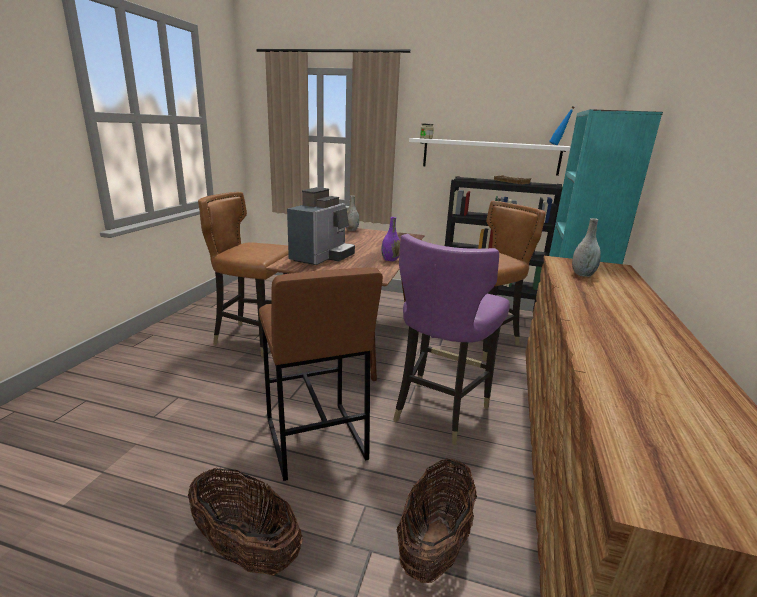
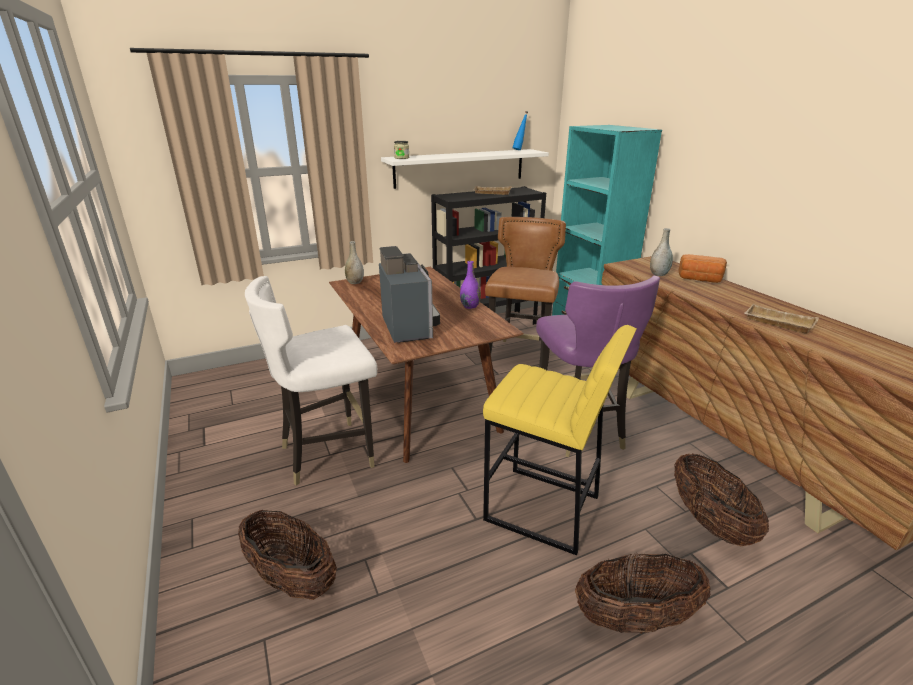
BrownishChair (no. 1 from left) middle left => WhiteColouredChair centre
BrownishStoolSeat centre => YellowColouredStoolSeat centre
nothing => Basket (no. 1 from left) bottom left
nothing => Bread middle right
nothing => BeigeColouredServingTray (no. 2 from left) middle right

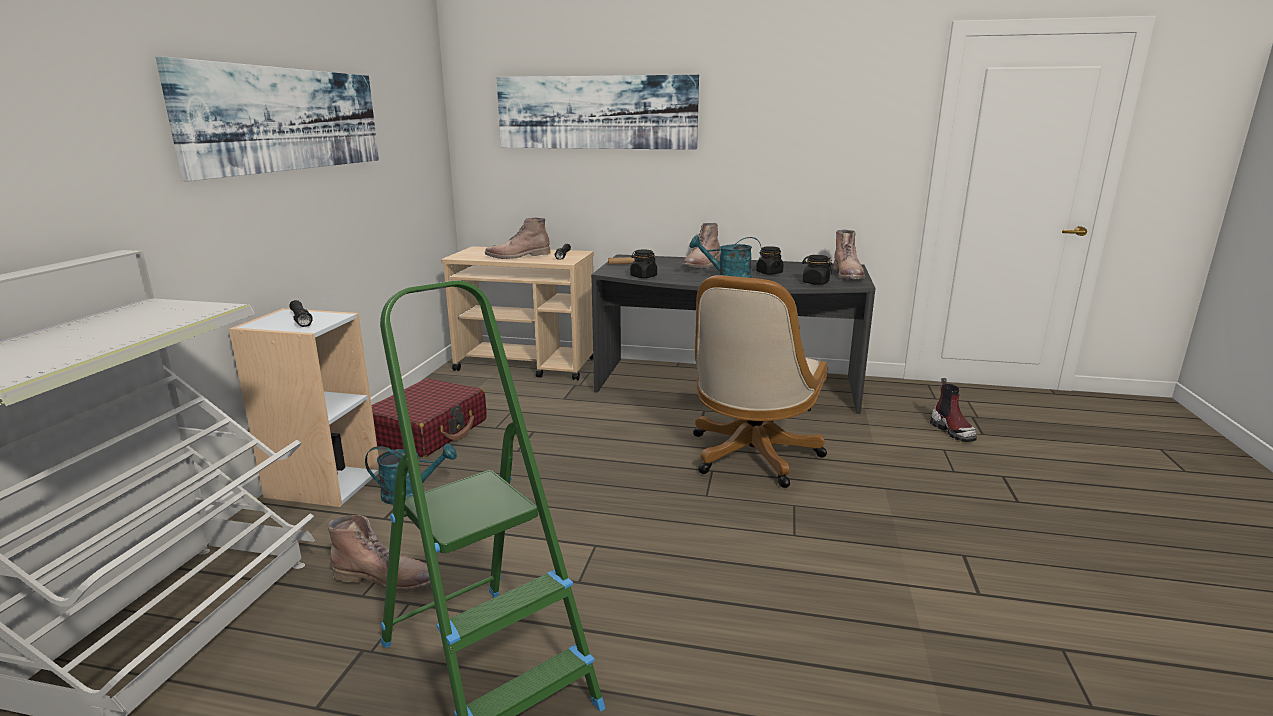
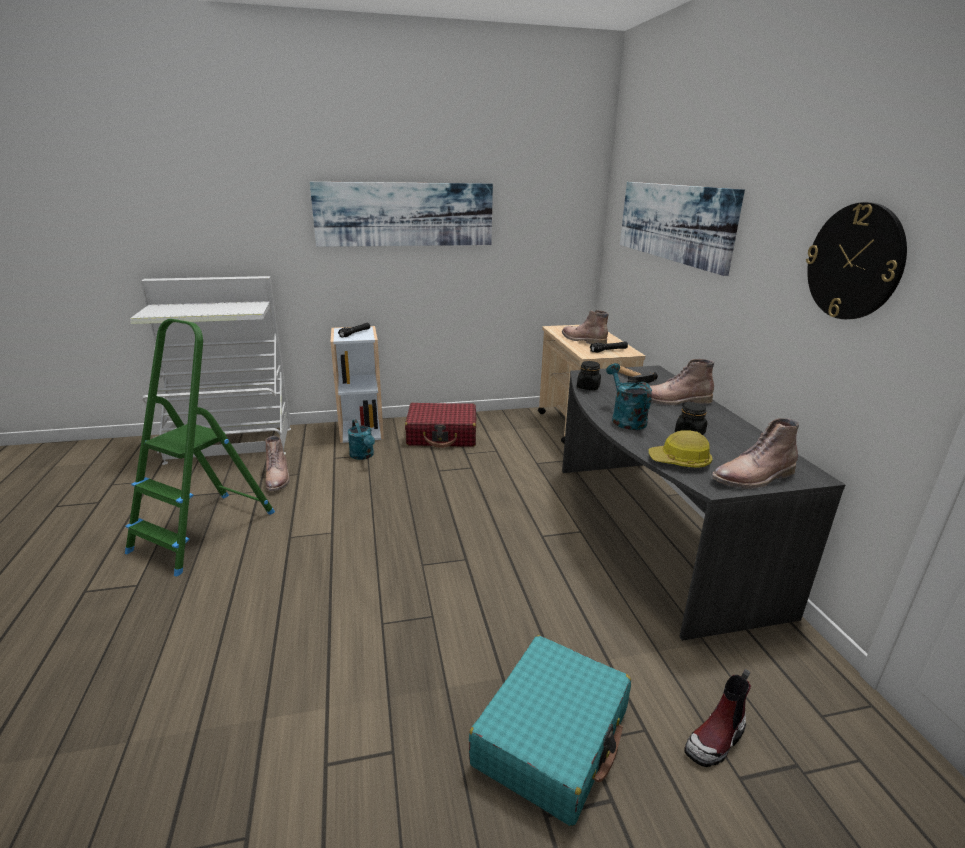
OfficeChair centre => nothing
BlackishStorageJar (no. 3 from left) centre => SafetyHelmet middle right
nothing => TurquoisePieceOfLuggage bottom centre
nothing => WallClock top right

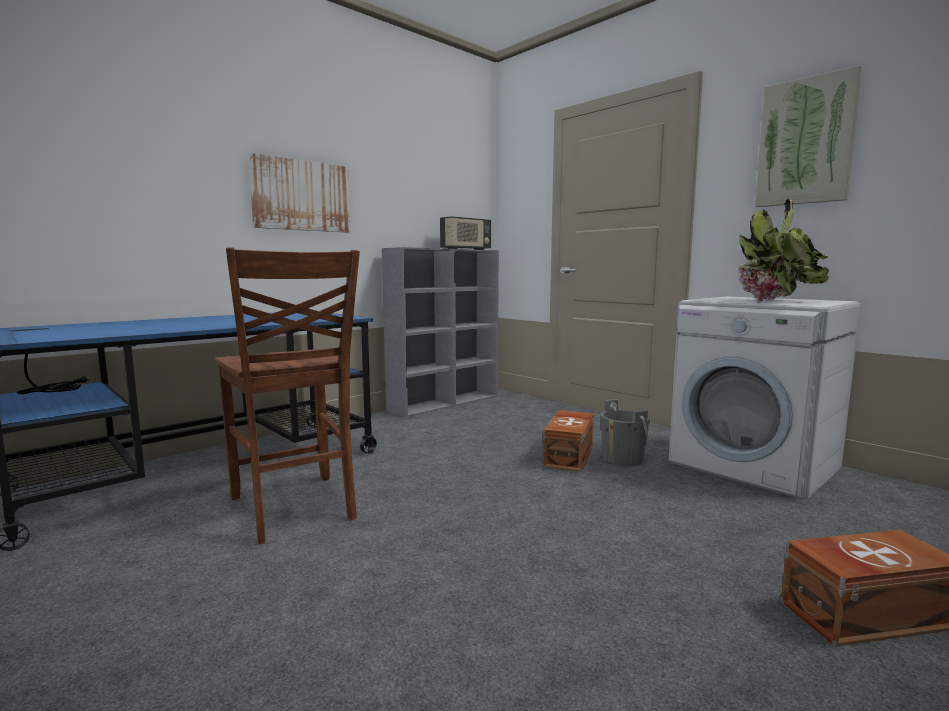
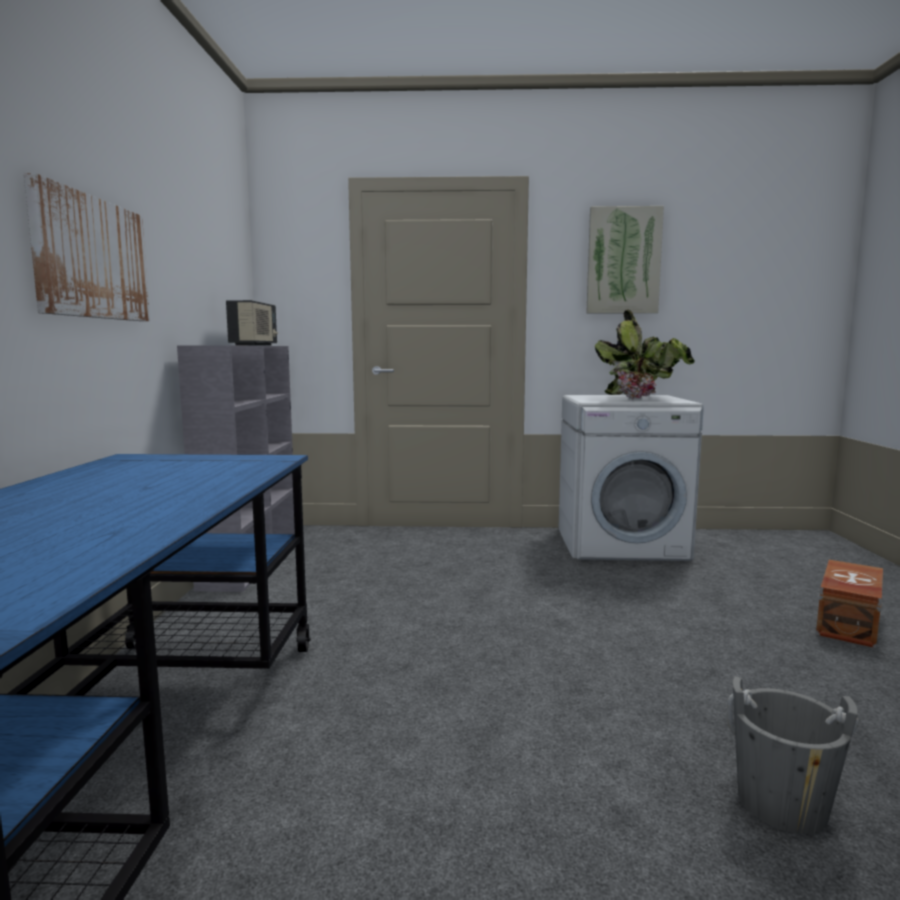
BrownishChair middle left => nothing
BrownishStorageBox (no. 1 from left) centre => nothing
GreyishBucket centre => GreyishBucket bottom right, shifted

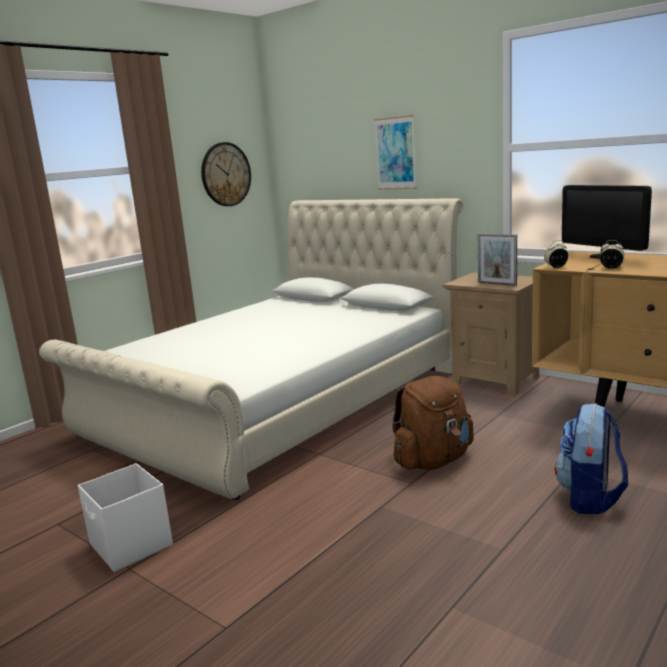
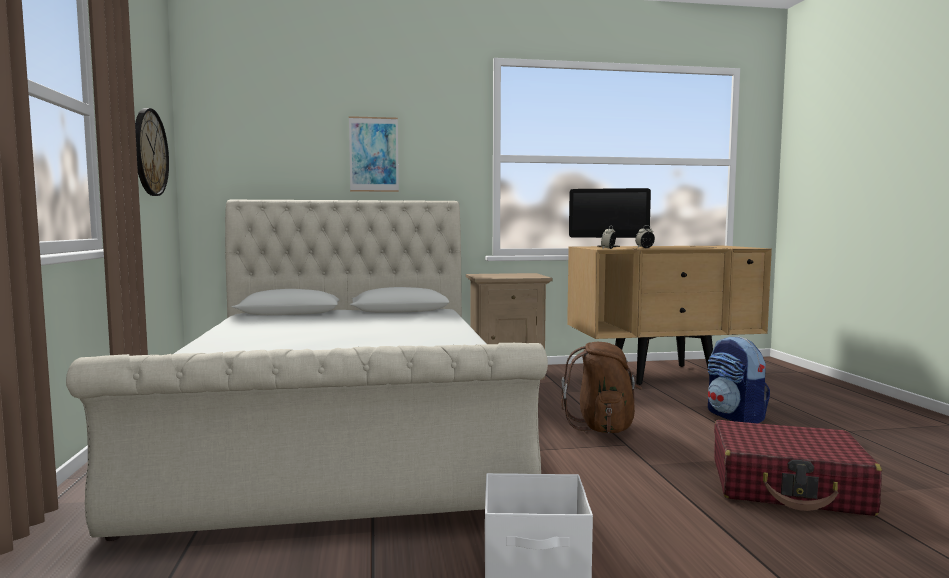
PictureFrame middle right => nothing
nothing => RedPieceOfLuggage bottom right

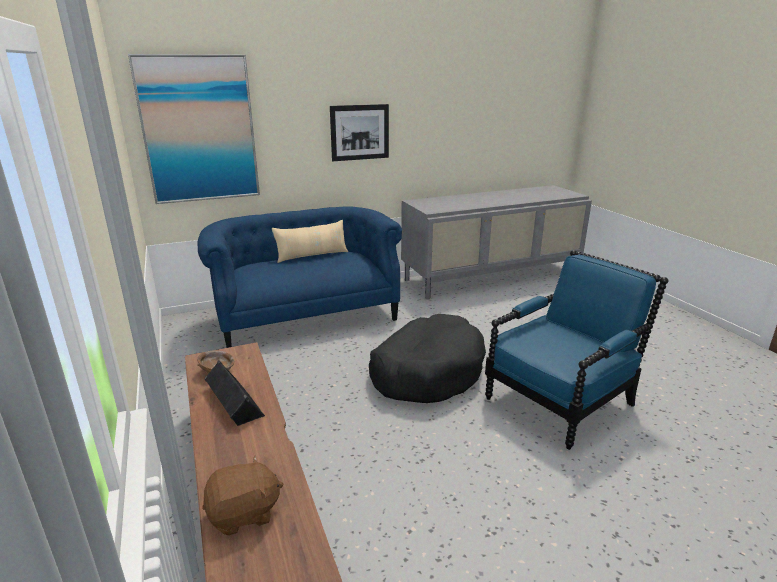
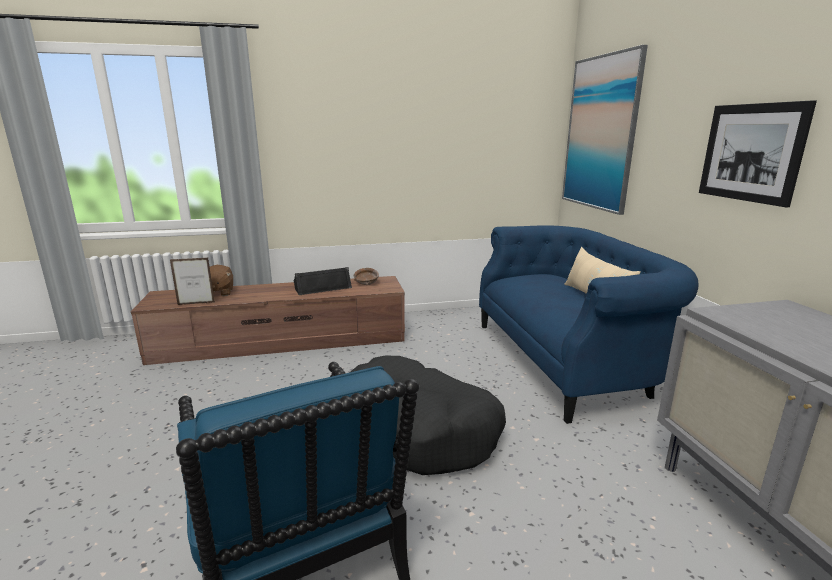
nothing => PictureFrame middle left

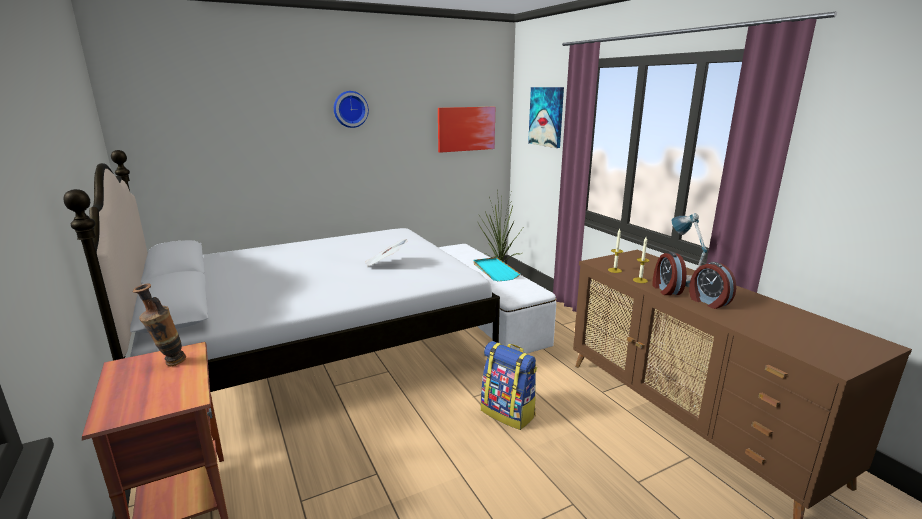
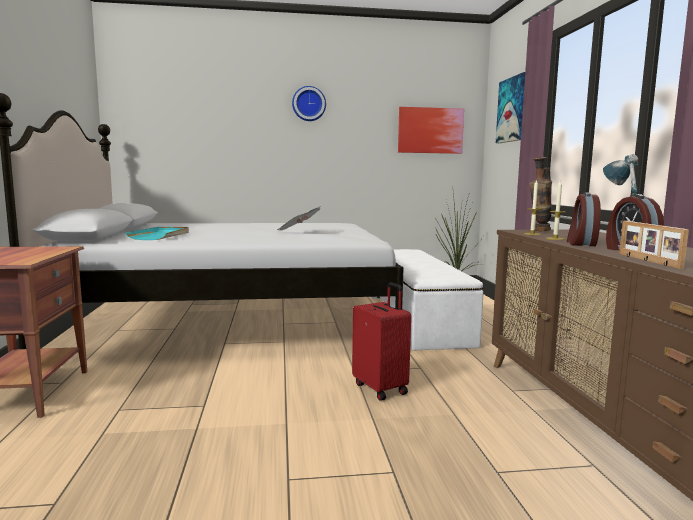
DecorativeVase middle left => DecorativeVase middle right, shifted
TurquoiseServingTray centre => TurquoiseServingTray middle left, shifted
Knapsack bottom centre => RedPieceOfLuggage centre
nothing => PictureFrame middle right

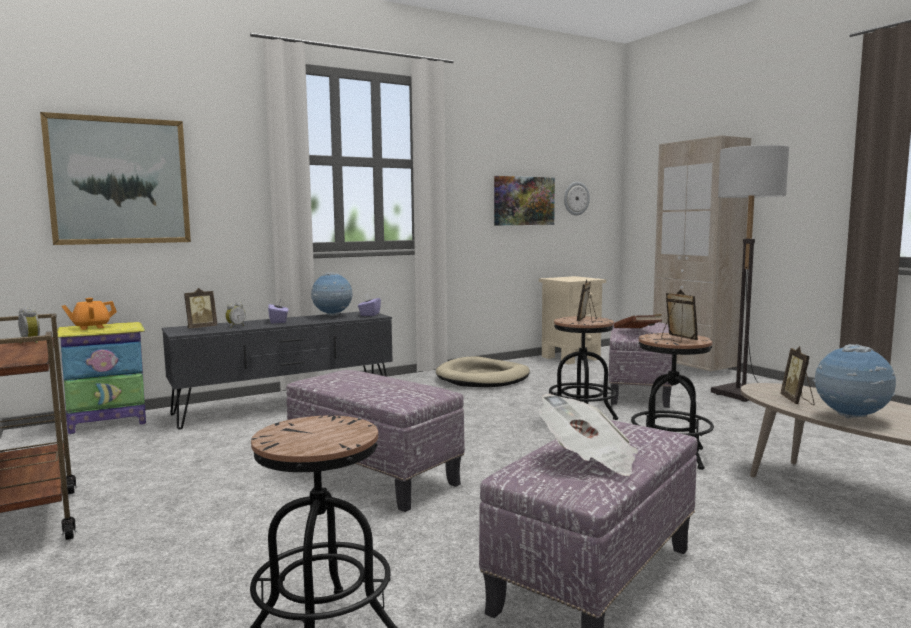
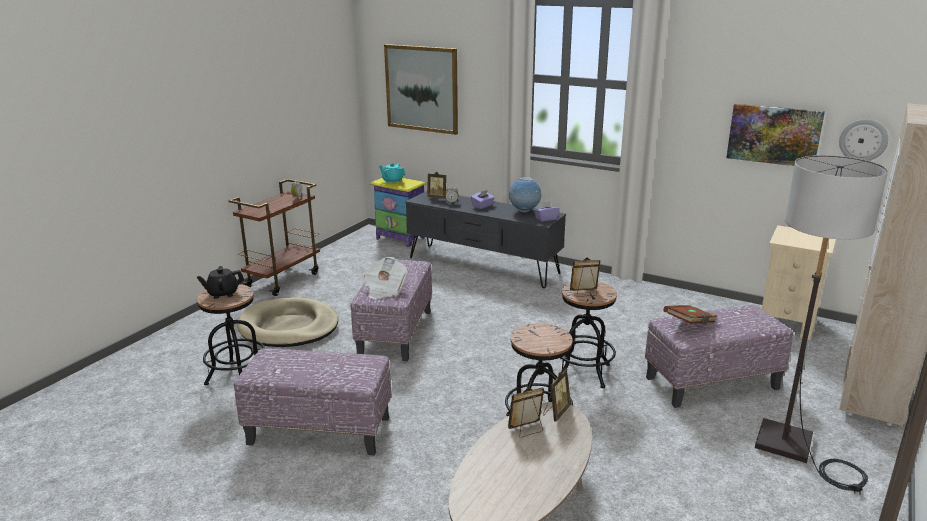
OrangeyPotForTea middle left => TurquoisePotForTea top centre
BeigeColouredDogBed centre => BeigeColouredDogBed middle left, shifted
Newspaper bottom centre => Newspaper centre, shifted
PictureFrame (no. 3 from left) middle right => PictureFrame (no. 3 from left) bottom centre, shifted
Globe (no. 2 from left) middle right => nothing
nothing => BlackishPotForTea middle left

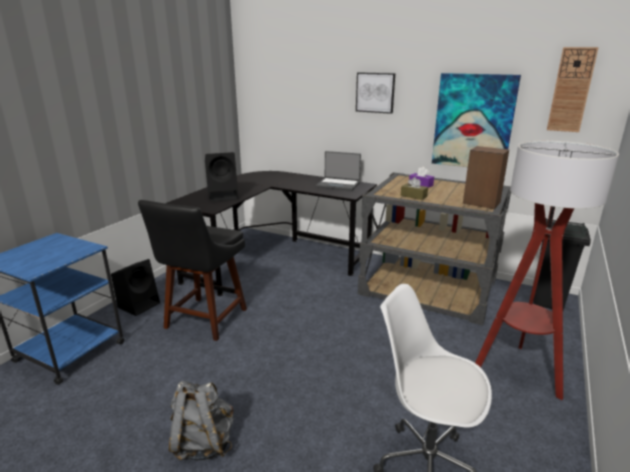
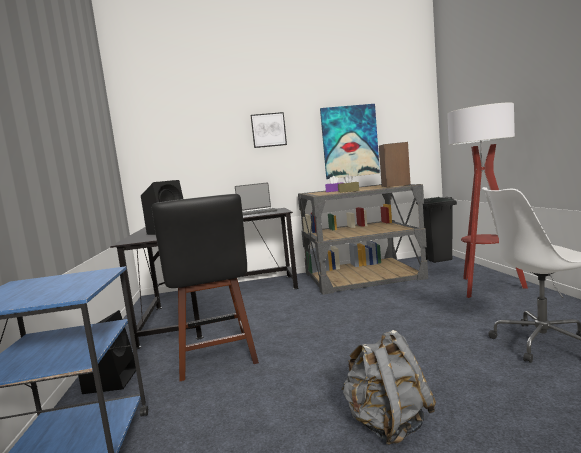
WallClock top right => nothing

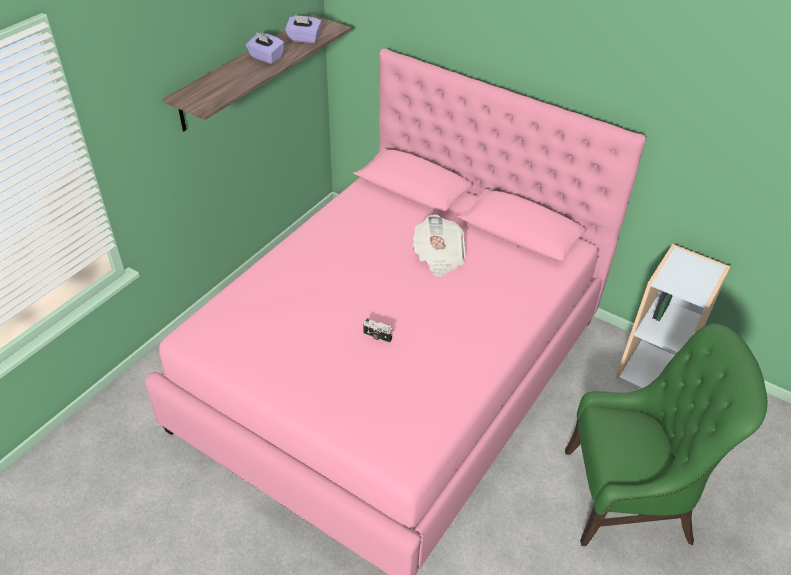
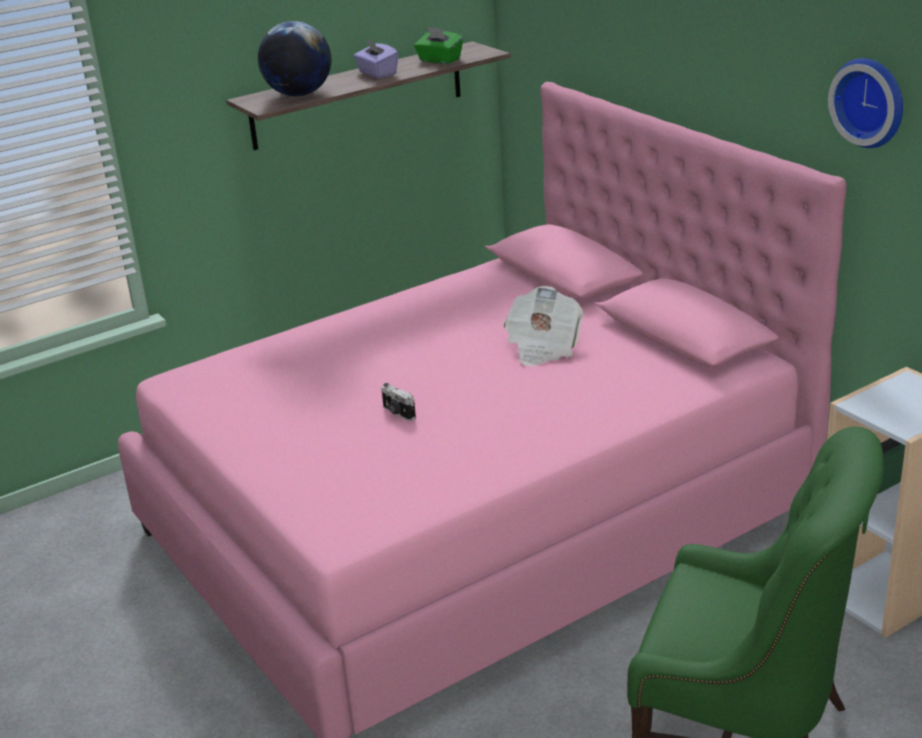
PurpleTissueBox (no. 2 from left) top centre => GreenTissueBox top centre
nothing => Globe top left
nothing => WallClock top right

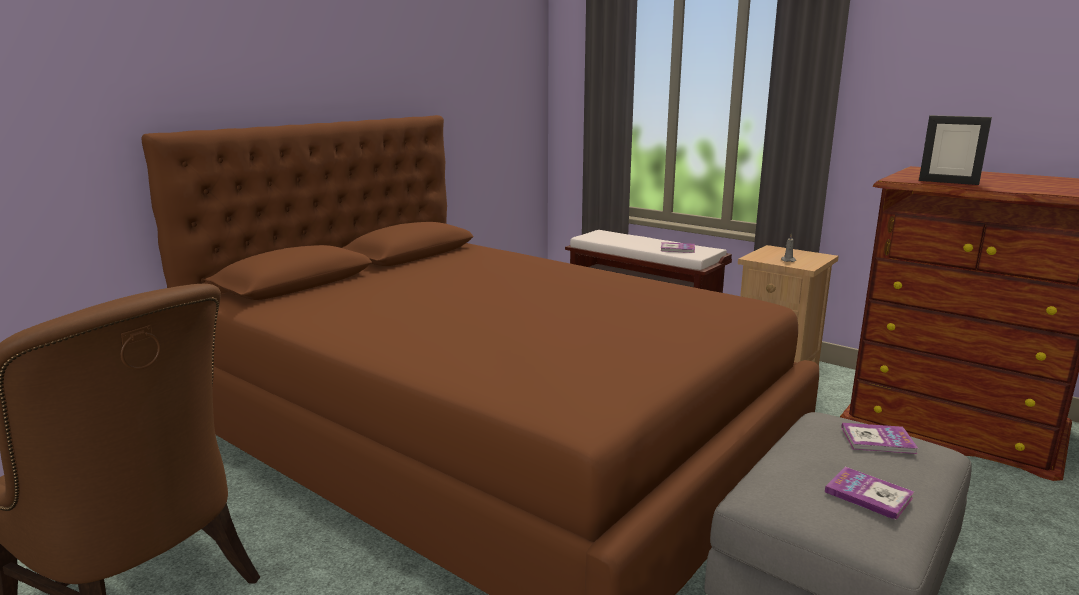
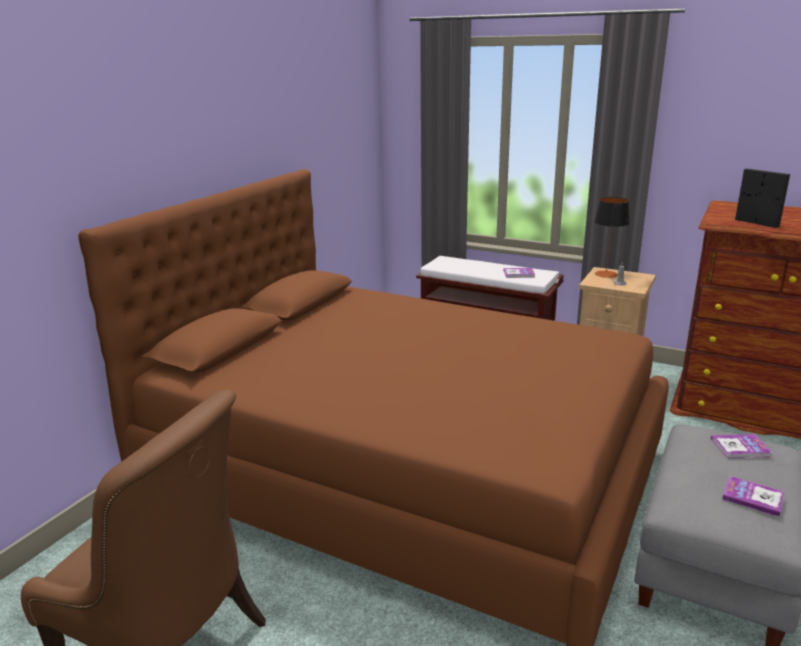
PictureFrame top right, 150 degrees counterclockwise
nothing => TableLamp middle right

